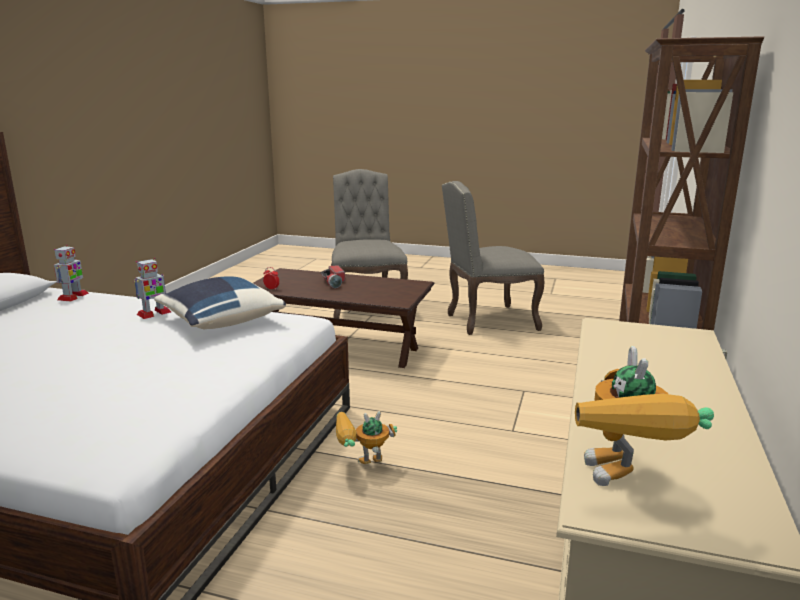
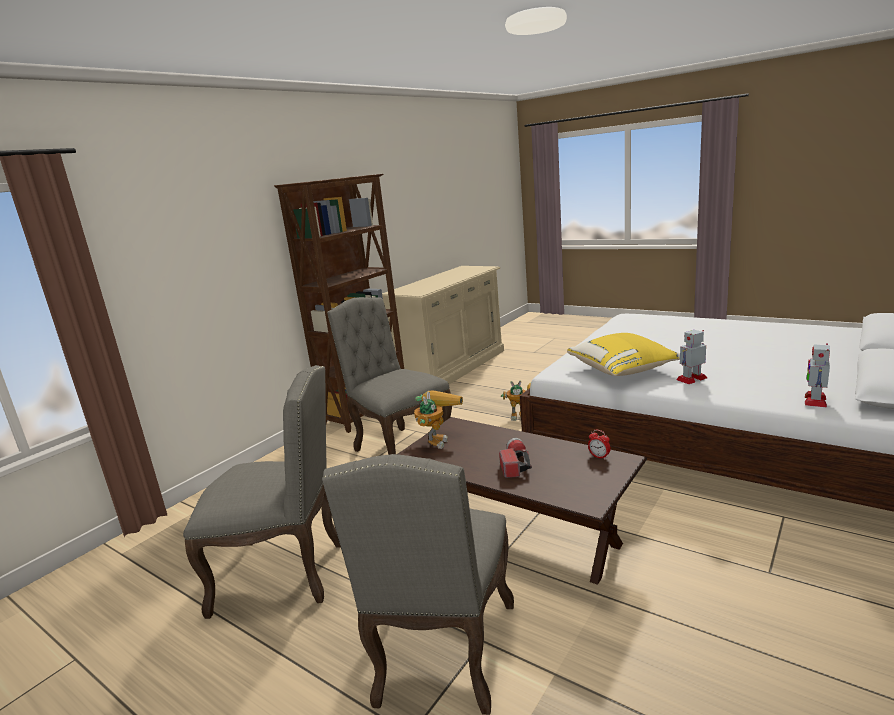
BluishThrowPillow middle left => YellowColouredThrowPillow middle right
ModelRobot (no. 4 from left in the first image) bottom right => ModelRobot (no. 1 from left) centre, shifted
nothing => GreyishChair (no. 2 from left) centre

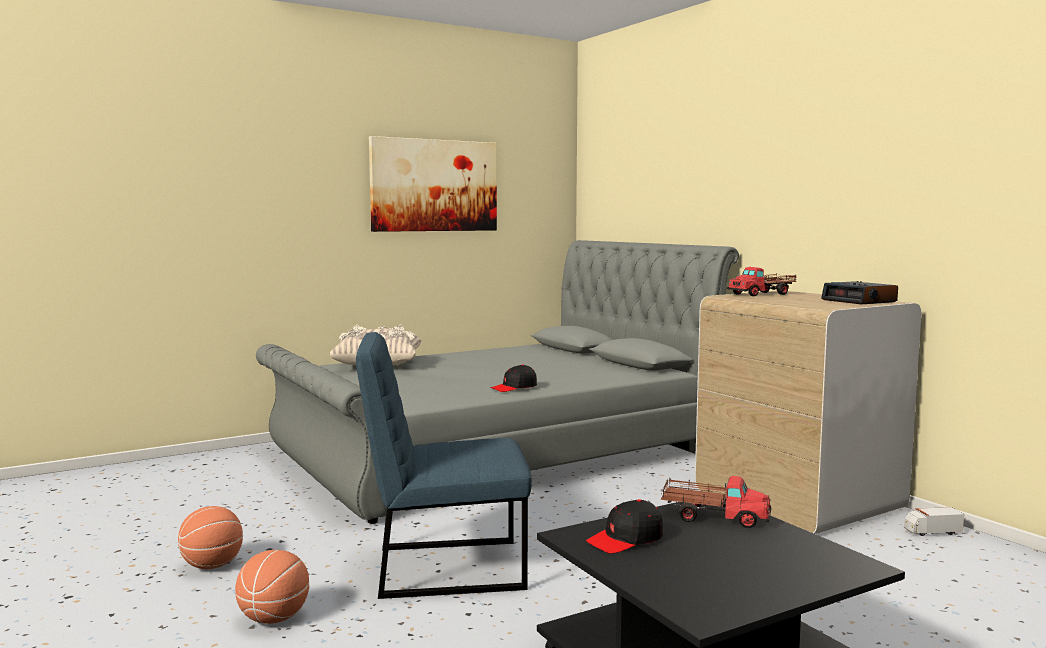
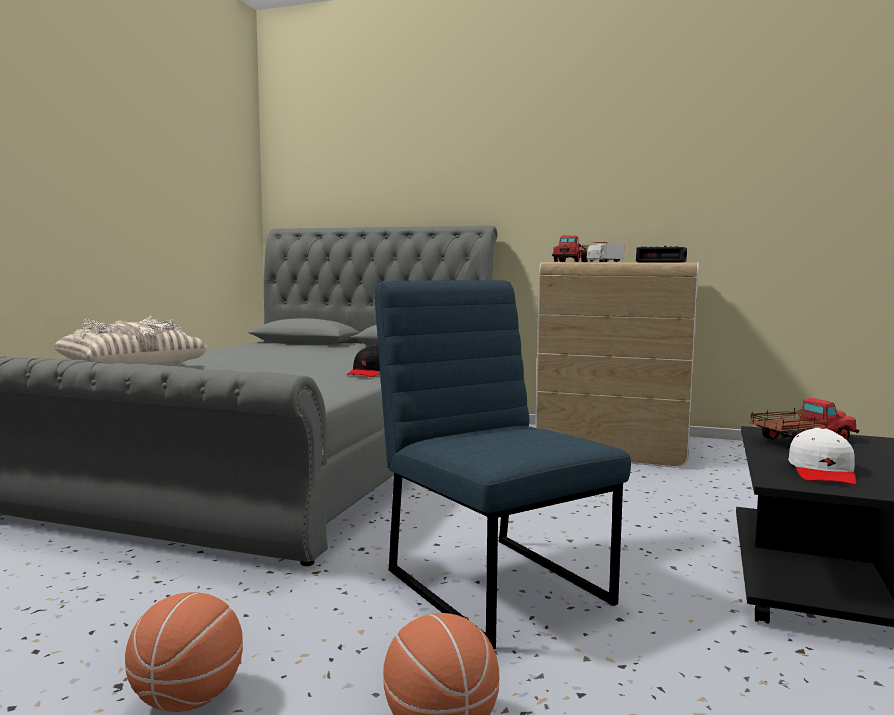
BluishChair bottom centre => BluishChair centre, 105 degrees clockwise
WallArt top centre => nothing
BlackishPeakedCap (no. 2 from left) bottom centre => WhiteColouredPeakedCap middle right
ToyLorry (no. 3 from left in the first image) bottom right => ToyLorry (no. 2 from left) middle right, shifted

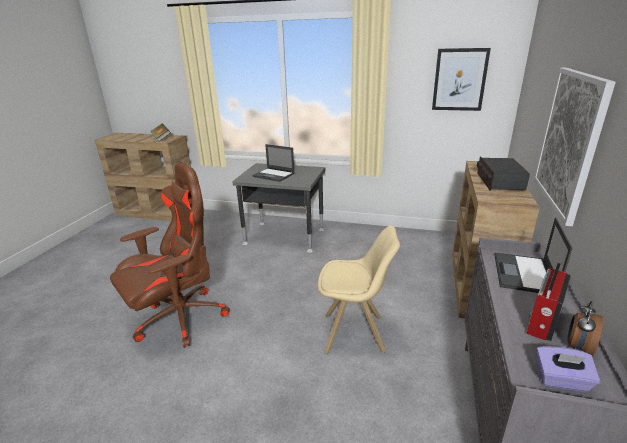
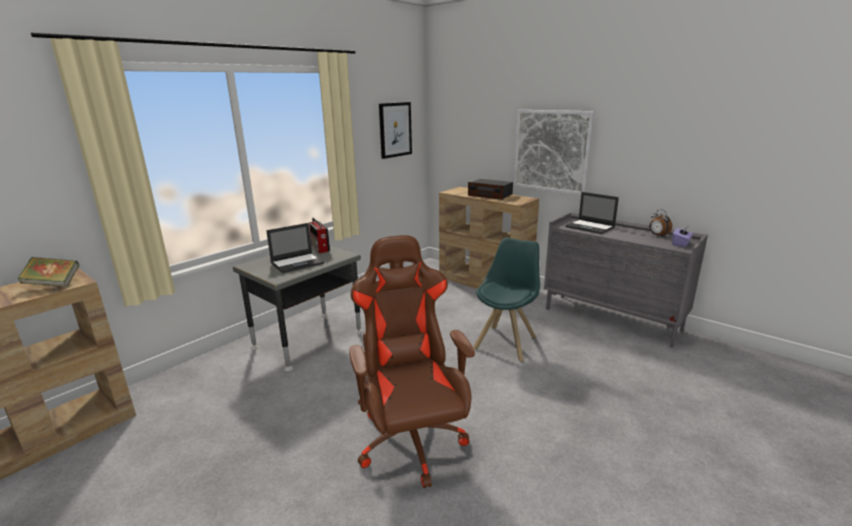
BeigeColouredChair centre => TurquoiseChair centre
RadioReceiver (no. 2 from left in the first image) bottom right => RadioReceiver (no. 1 from left) centre, shifted

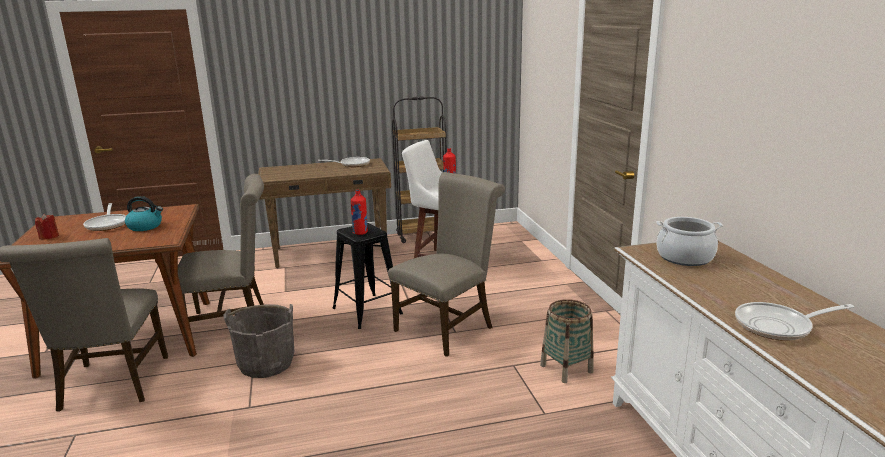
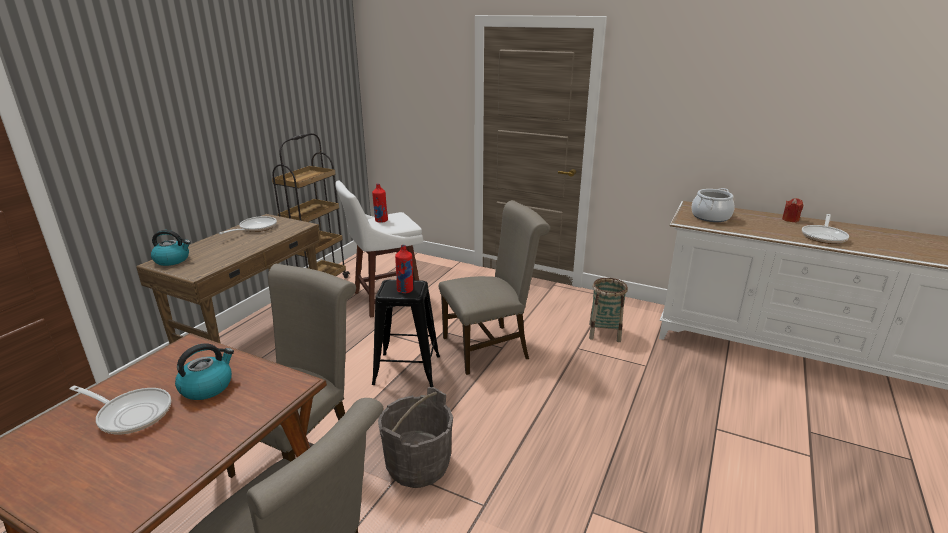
RedWaxCandle middle left => RedWaxCandle middle right, shifted
BeigeColouredChair (no. 3 from left) centre, 75 degrees clockwise
nothing => Kettle (no. 1 from left) middle left

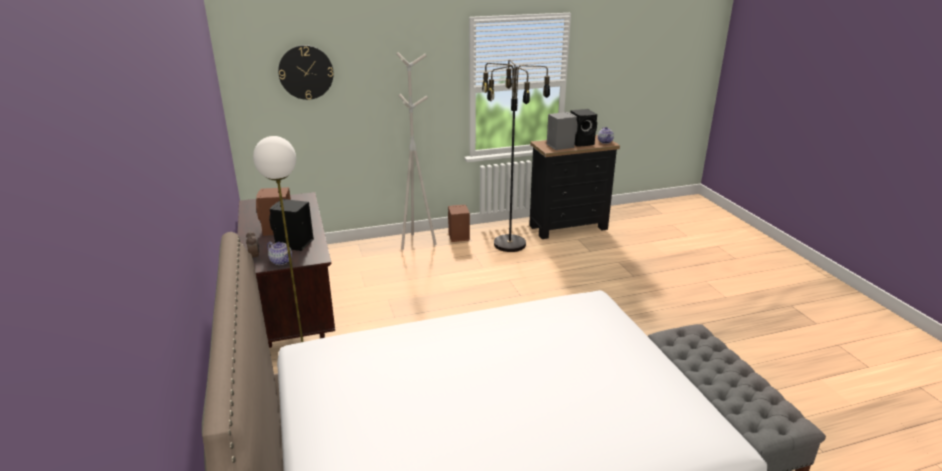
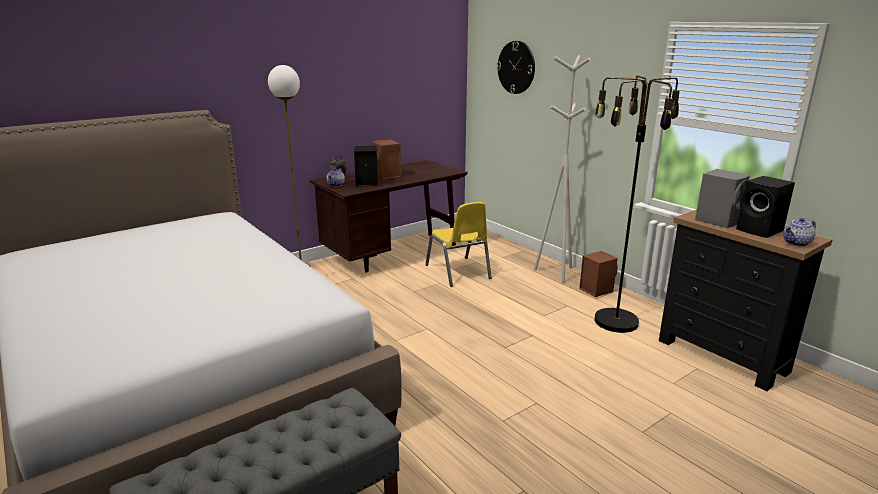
nothing => YellowColouredChair centre

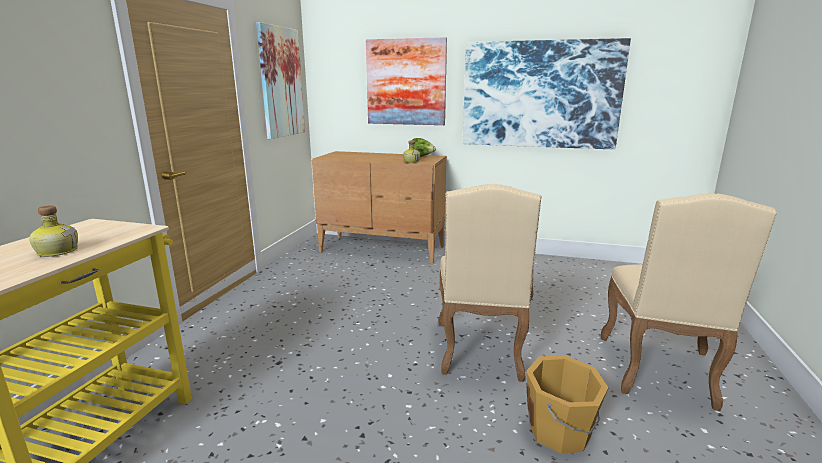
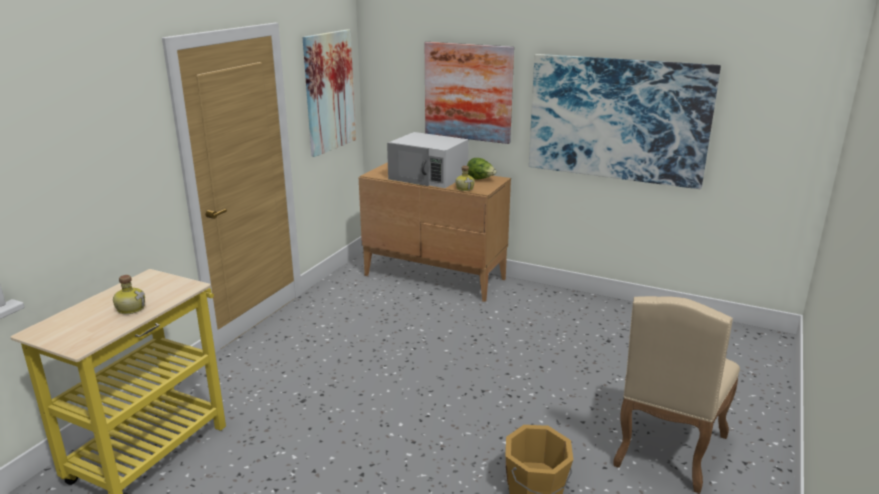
BeigeColouredChair (no. 1 from left) centre => nothing
nothing => WhiteColouredKitchenMicrowave top centre

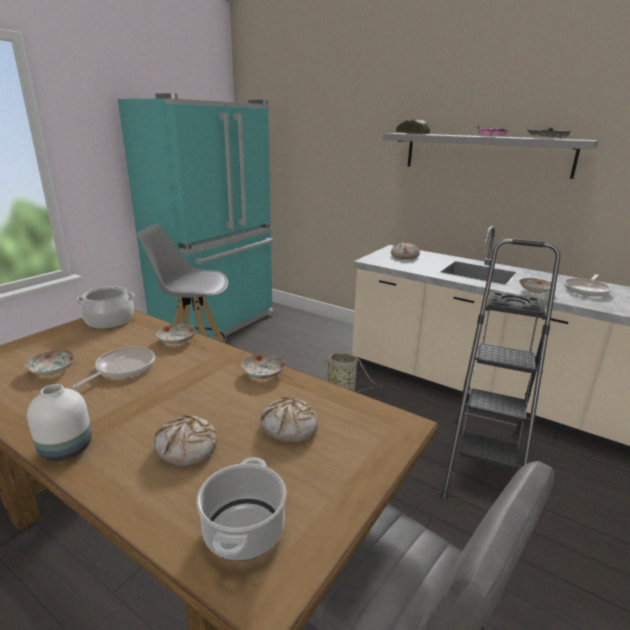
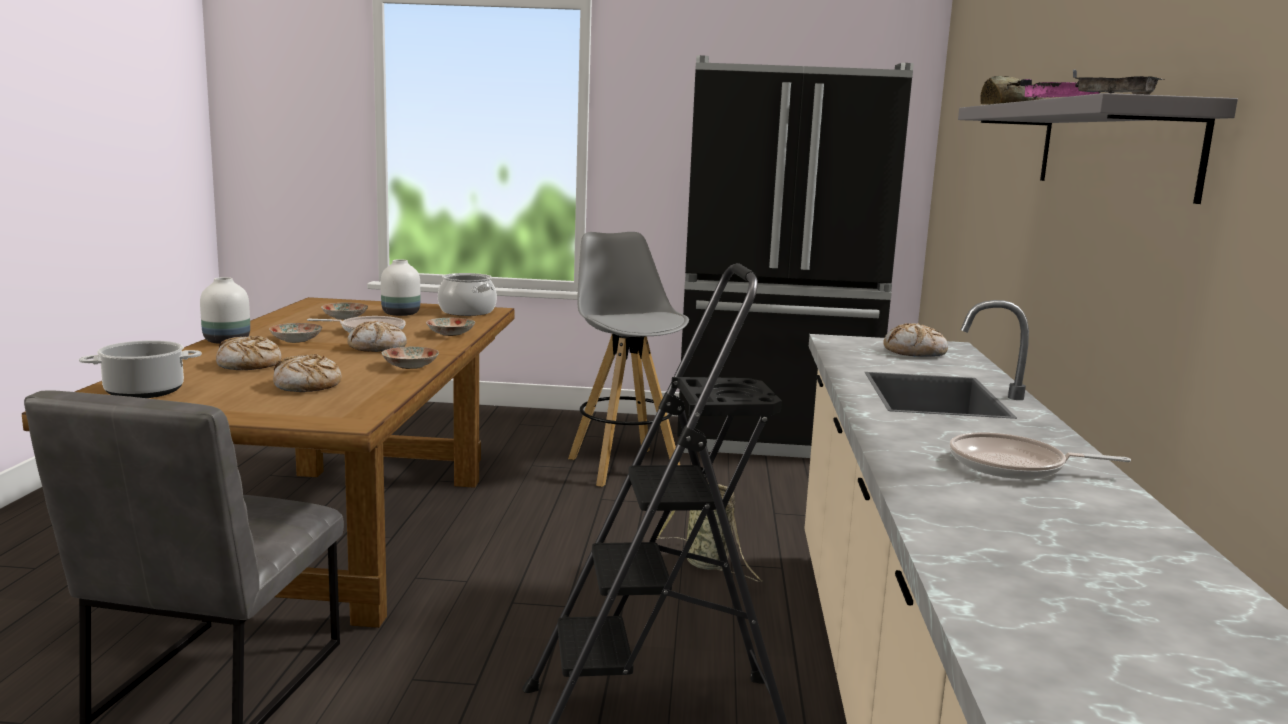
TurquoiseKitchenFridge middle left => BlackishKitchenFridge centre
FlatDish (no. 4 from left in the first image) middle right => FlatDish (no. 1 from left) middle left, shifted
nothing => Bread (no. 3 from left) middle left
nothing => WhiteColouredDecorativeVase (no. 2 from left) middle left

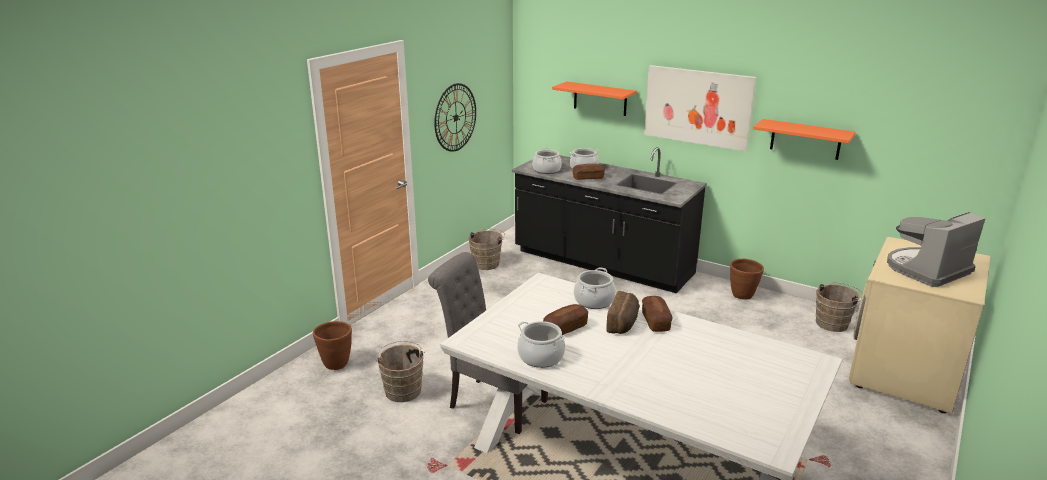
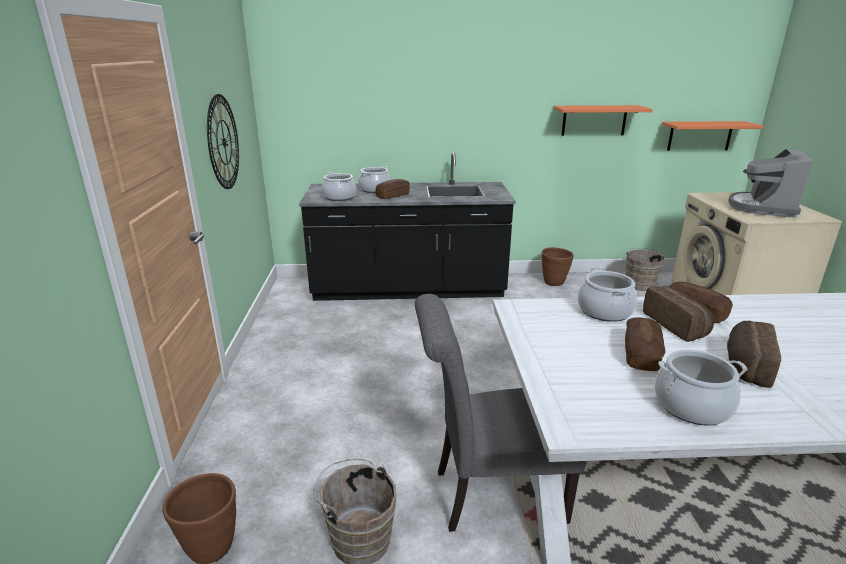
BrownishBucket (no. 2 from left) centre => nothing
OrangeyWallShelf (no. 1 from left in the first image) top centre => OrangeyWallShelf (no. 2 from left) top right, shifted
WallArt top right => nothing
nothing => Bread (no. 5 from left) middle right

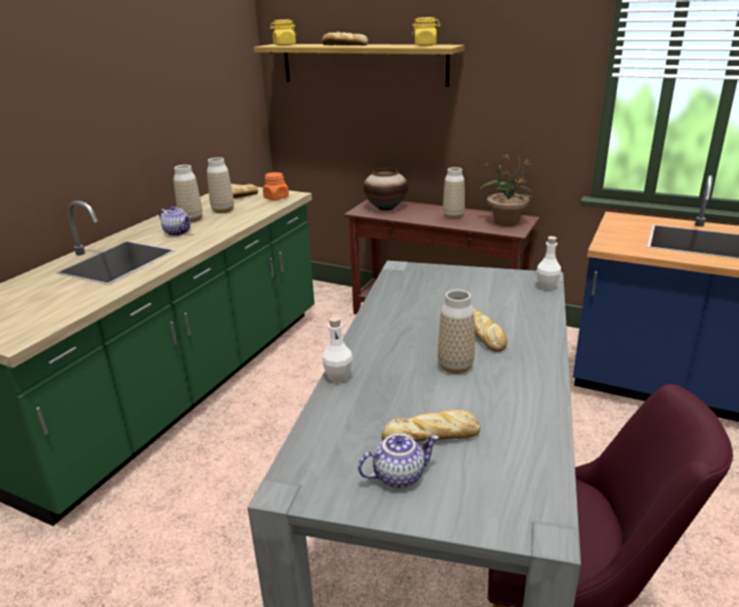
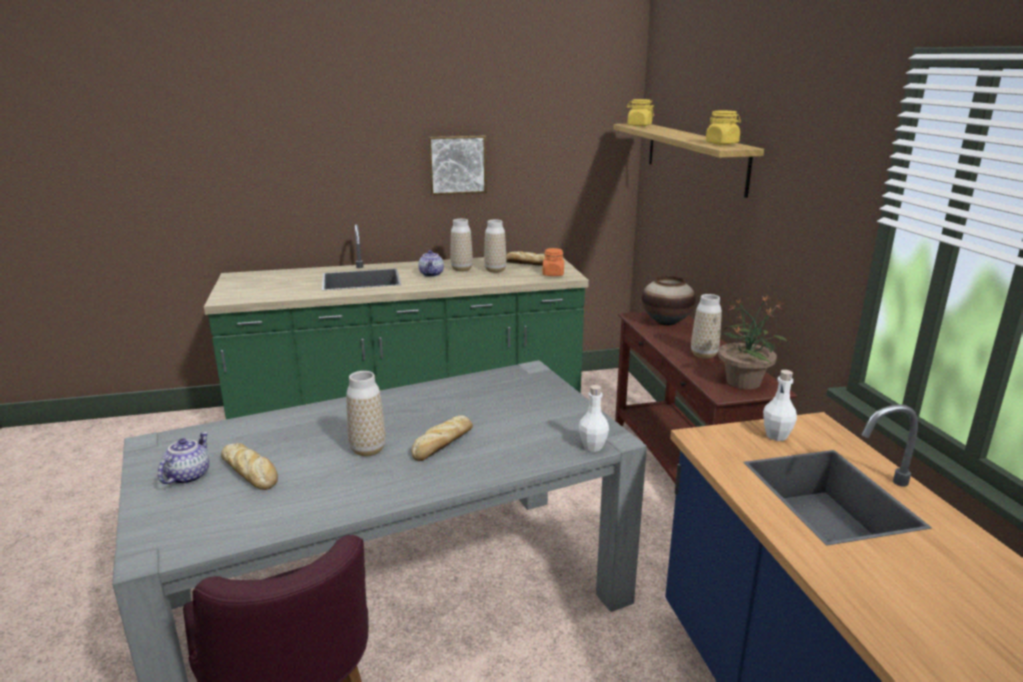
Bread (no. 2 from left) top centre => nothing
WhiteColouredBeverageBottle (no. 1 from left in the first image) centre => WhiteColouredBeverageBottle (no. 2 from left) middle right, shifted
PotForTea (no. 2 from left in the first image) bottom centre => PotForTea (no. 1 from left) bottom left, 105 degrees counterclockwise
nothing => WallArt top centre

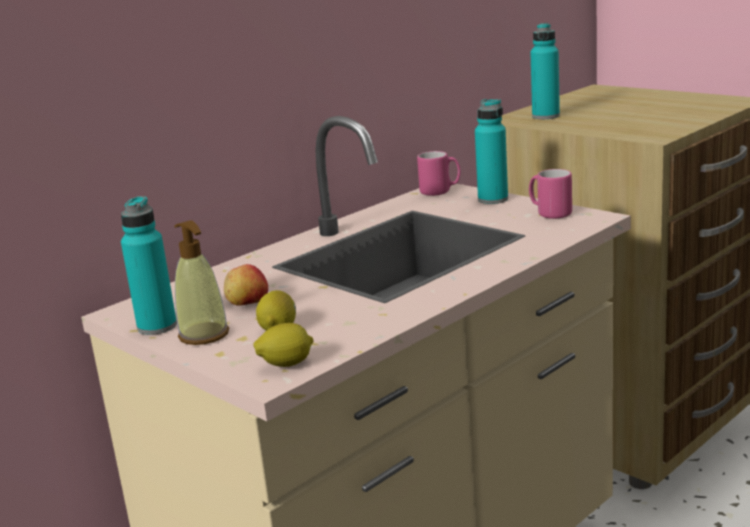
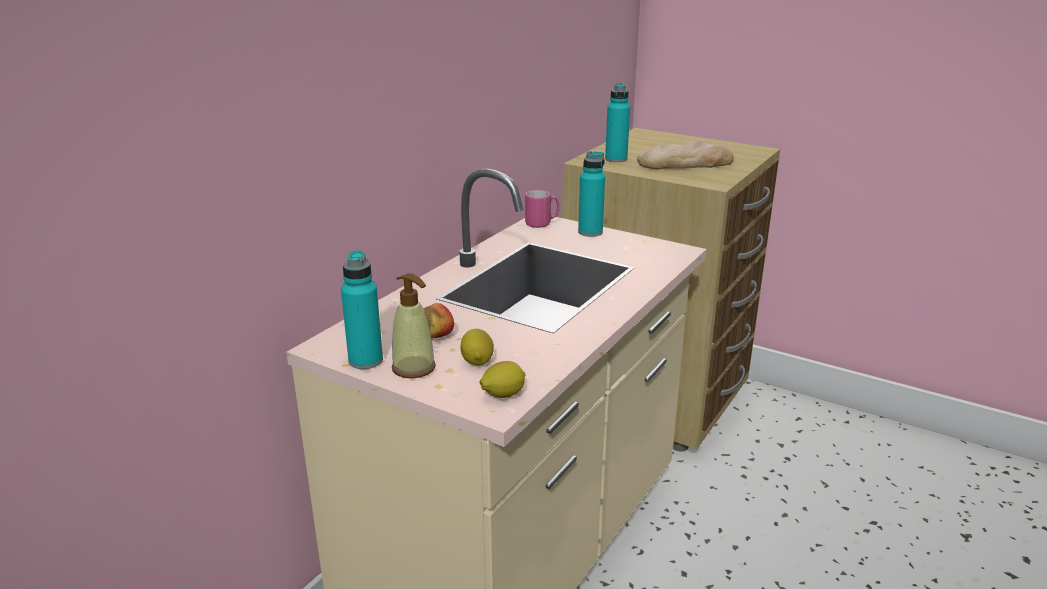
PinkColouredTeaMug (no. 2 from left) middle right => nothing
nothing => Bread top centre

